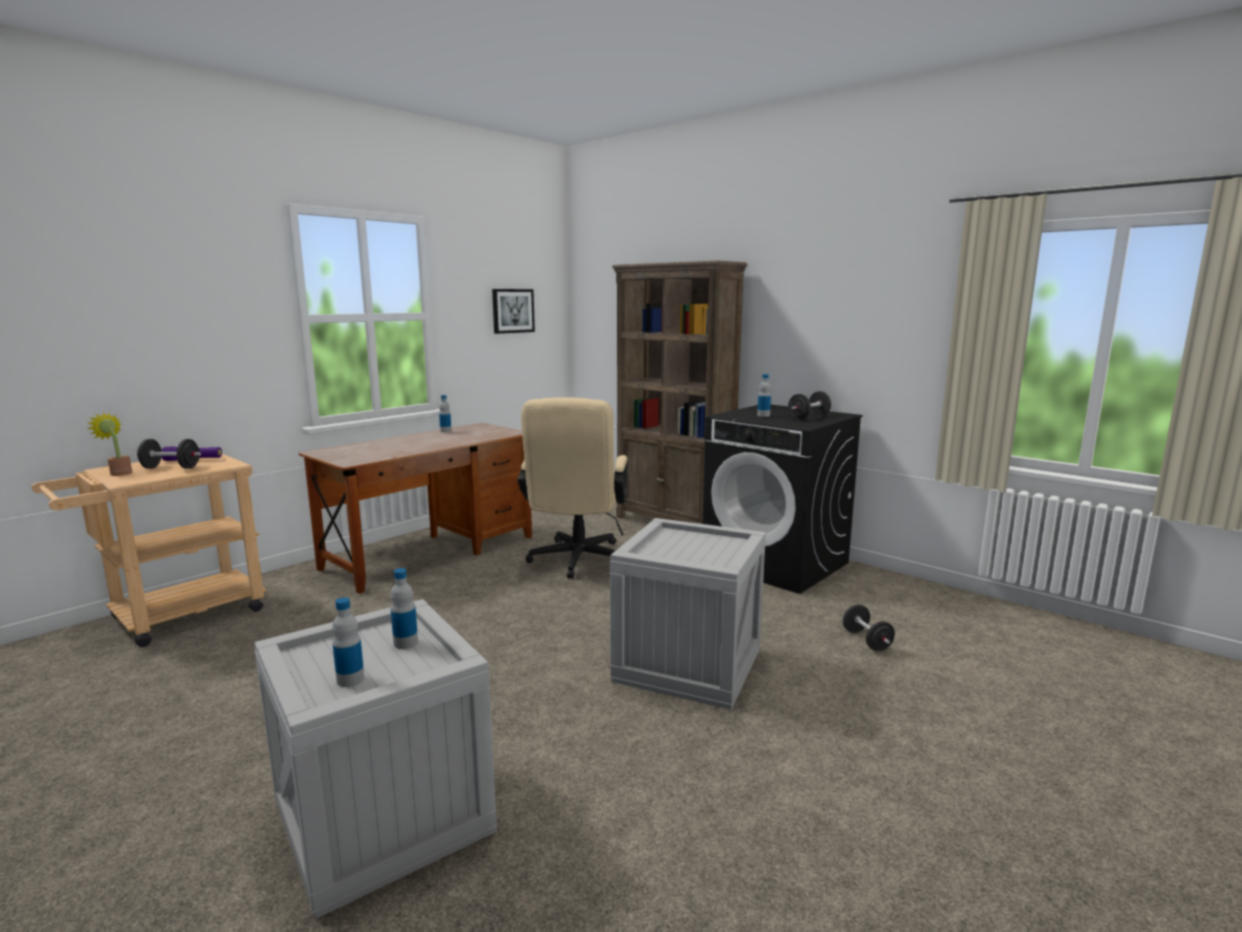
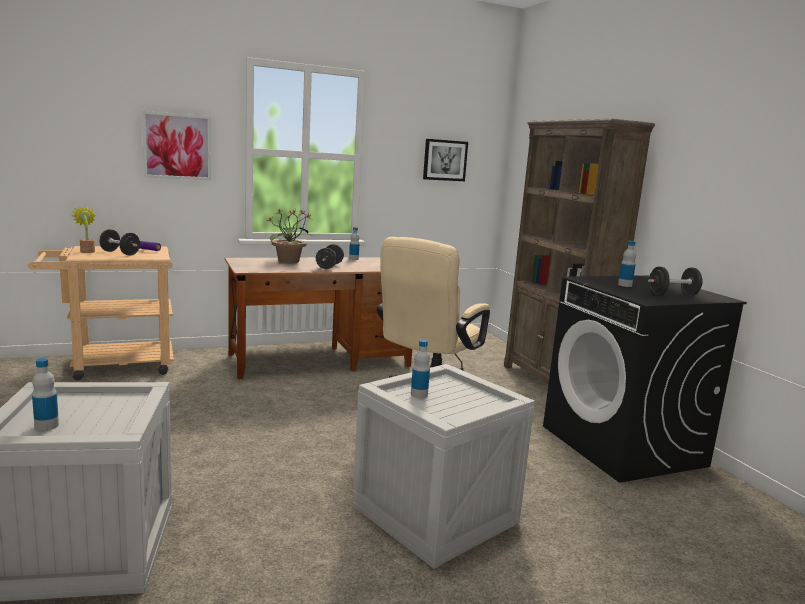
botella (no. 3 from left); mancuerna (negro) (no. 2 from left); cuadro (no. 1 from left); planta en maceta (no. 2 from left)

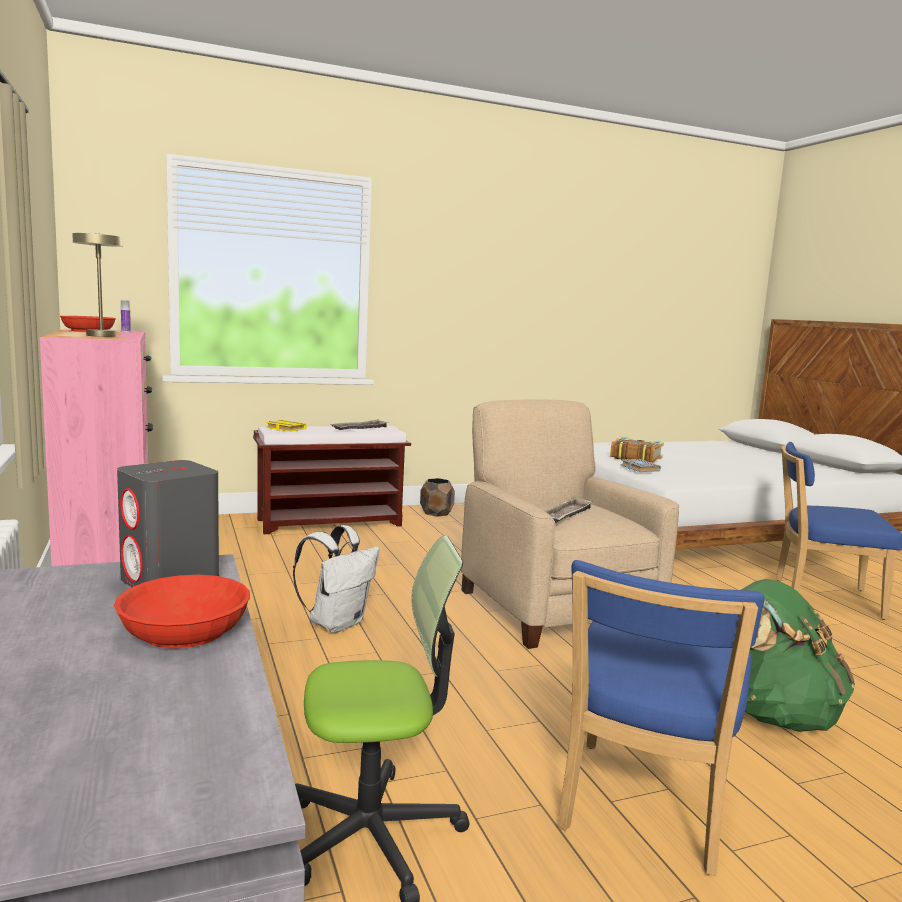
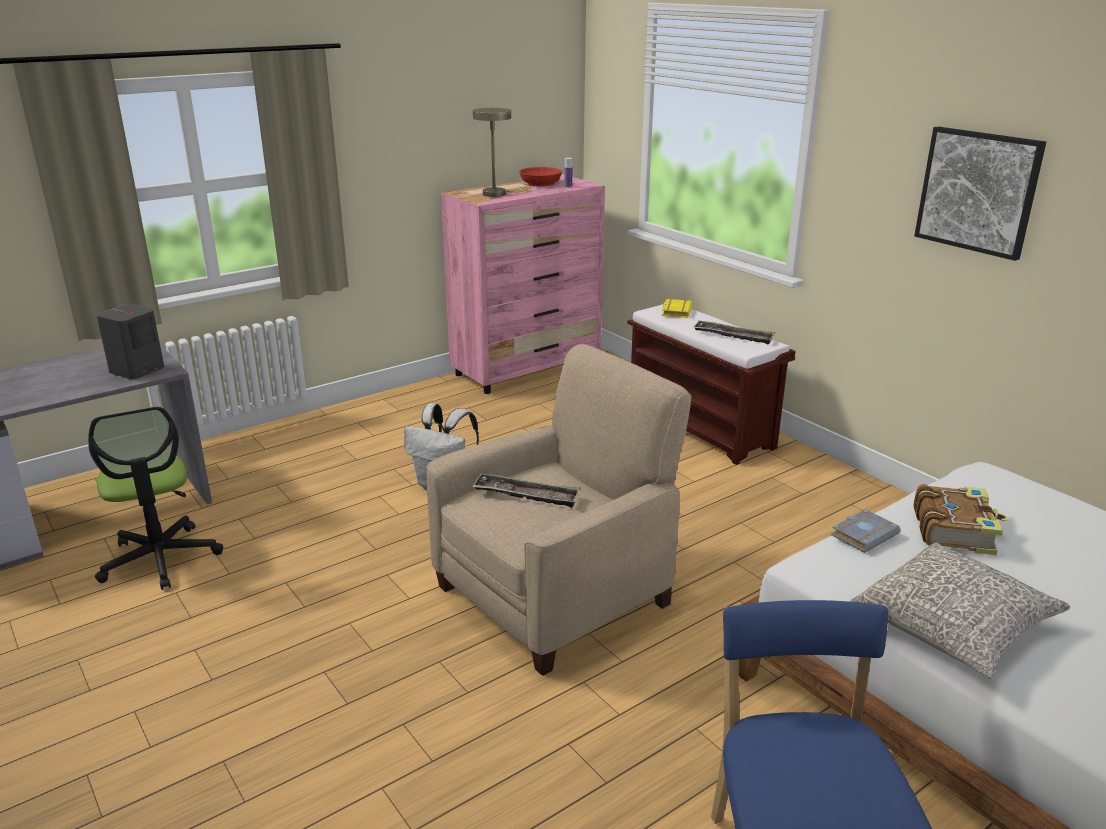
maceta (marrón); silla (azul) (no. 1 from left in the first image); cuenco (rojo) (no. 2 from left in the first image); mochila (verde); cuadro; cojín (gris)

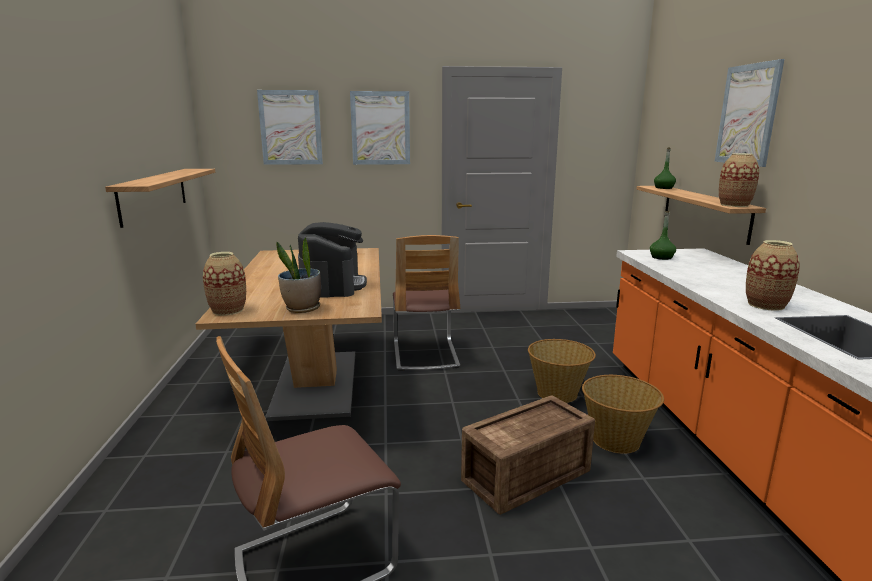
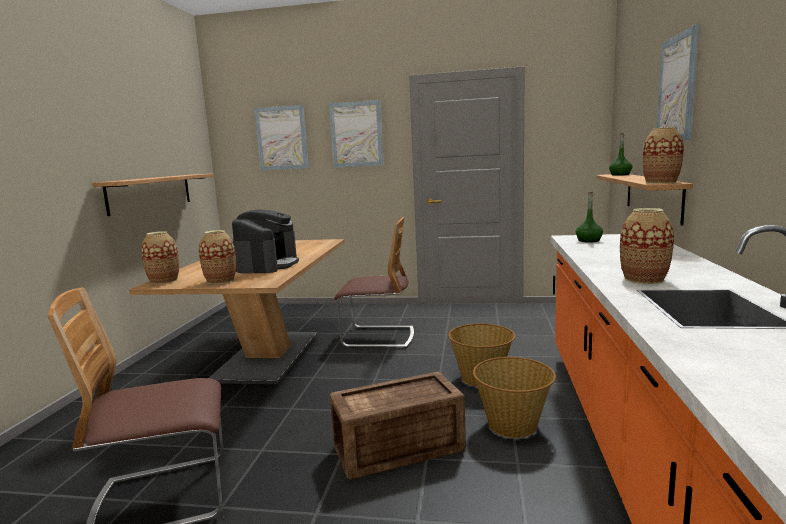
silla (no. 2 from left); florero (no. 2 from left)

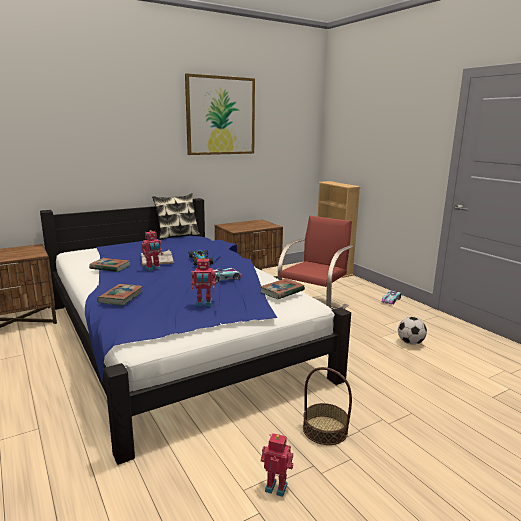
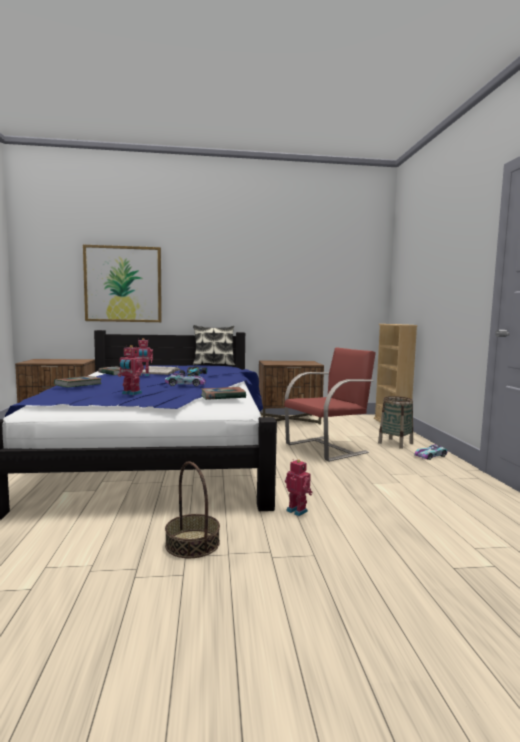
cuadro; balón de fútbol; robot de juguete (no. 3 from left); cesta (no. 2 from left)

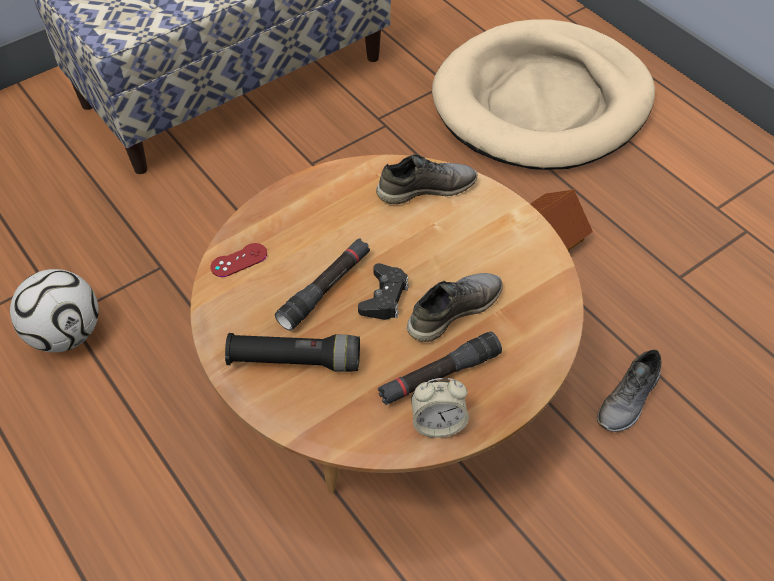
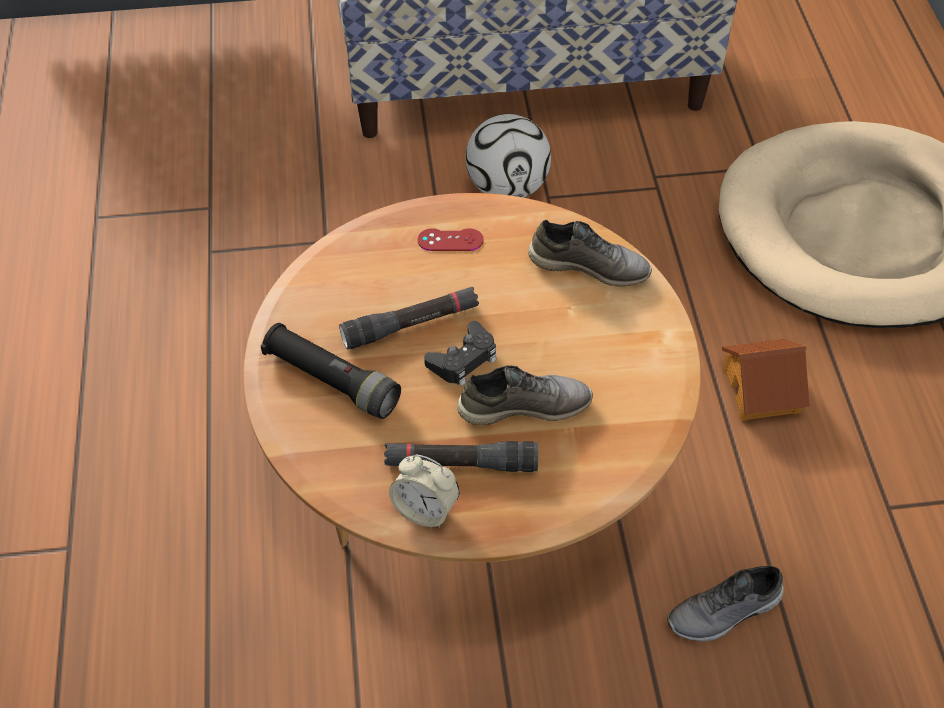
mando de consola (rojo); balón de fútbol

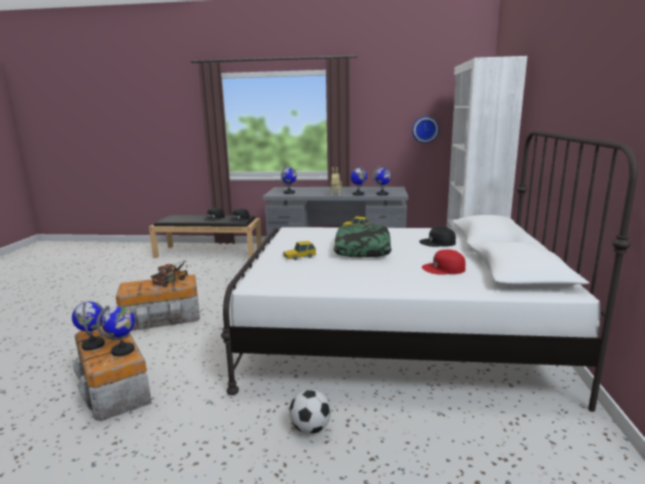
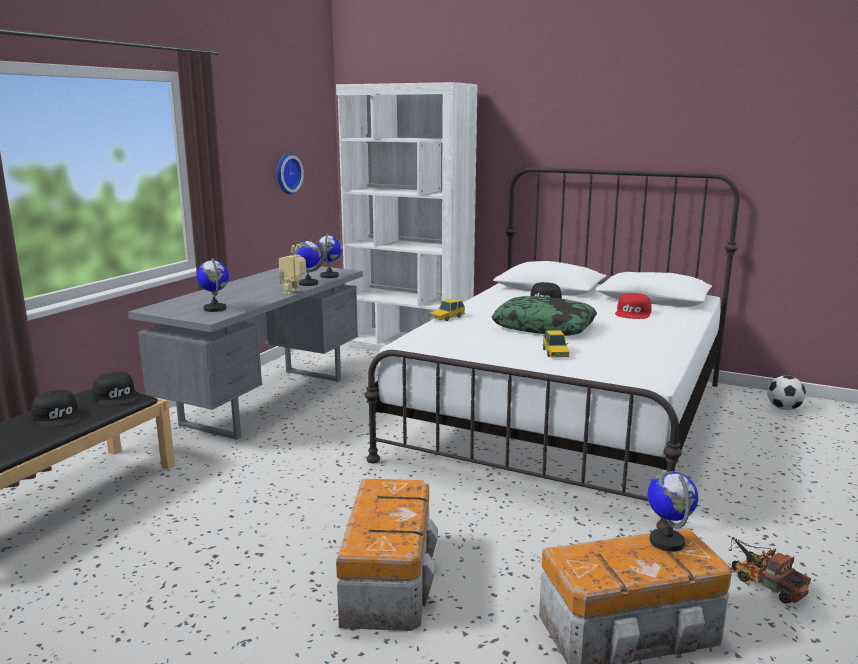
camión de juguete; globo terráqueo (no. 1 from left in the first image); balón de fútbol

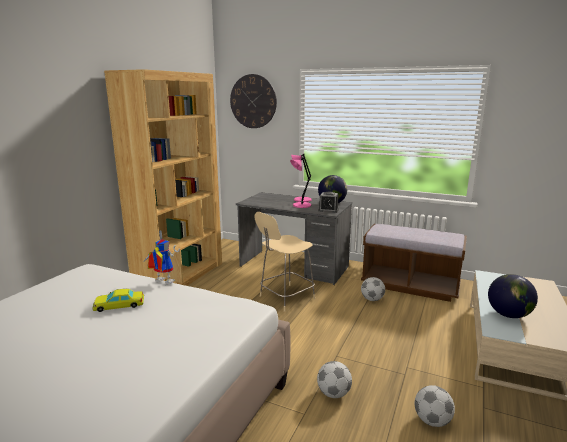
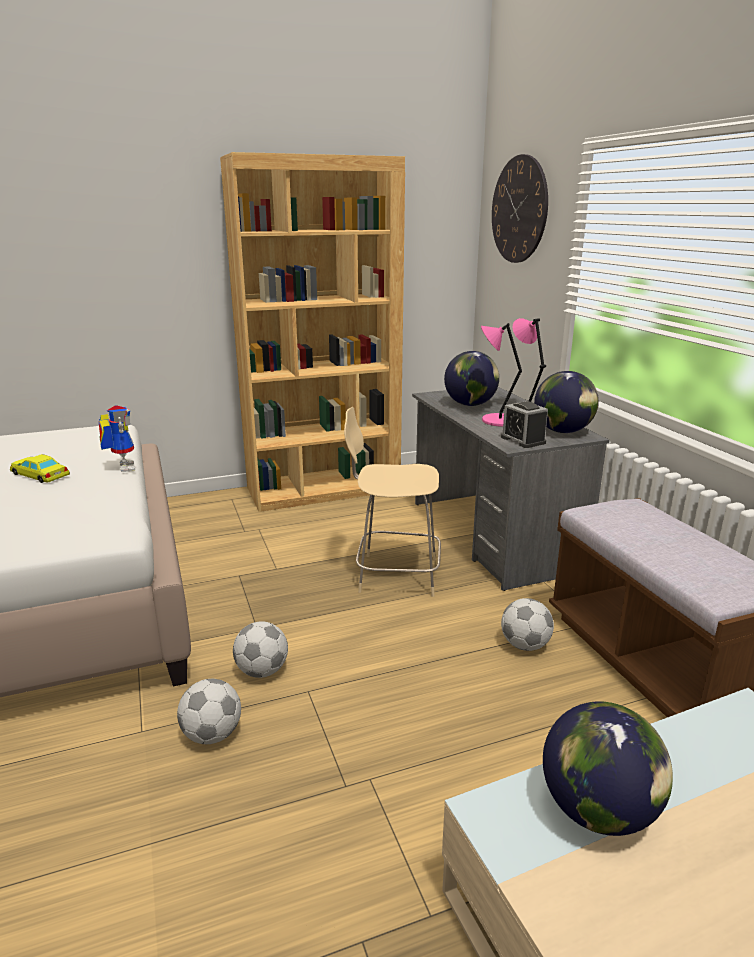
balón de fútbol (no. 2 from left); globo terráqueo (no. 1 from left)

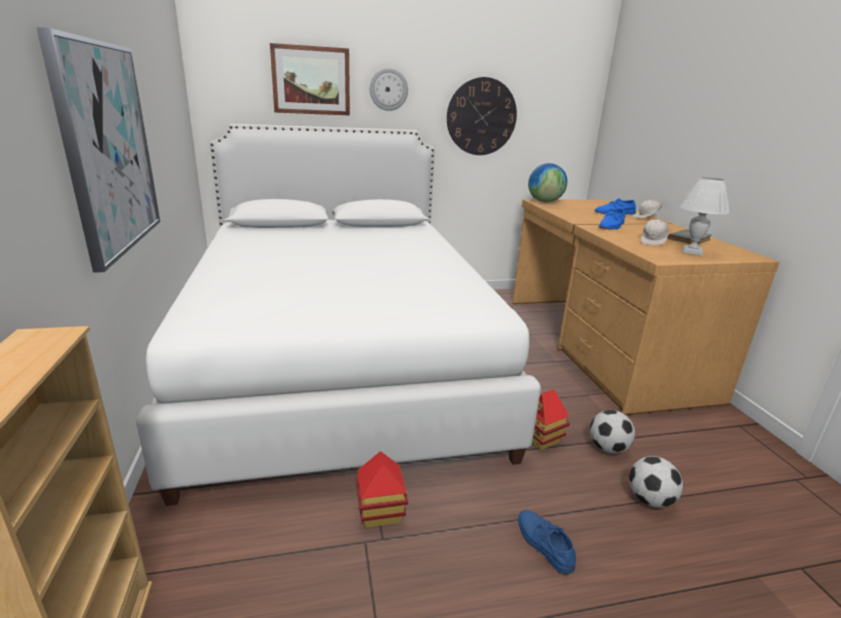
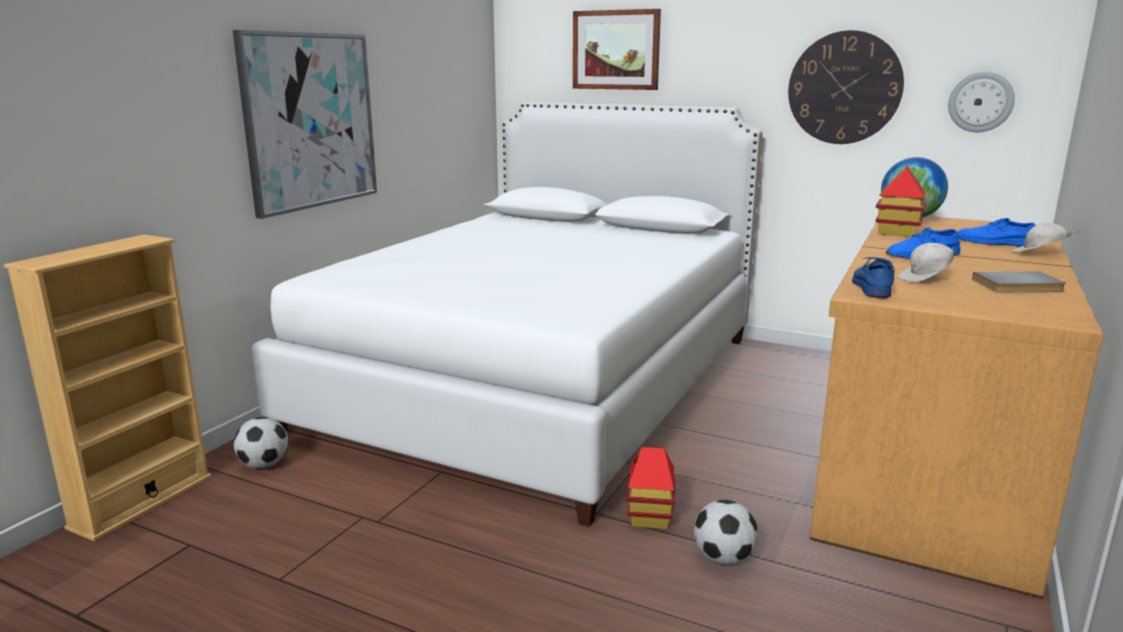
reloj de pared (no. 2 from left); lámpara de mesa (blanco); casita (no. 2 from left); balón de fútbol (no. 1 from left); zapato (azul) (no. 1 from left)

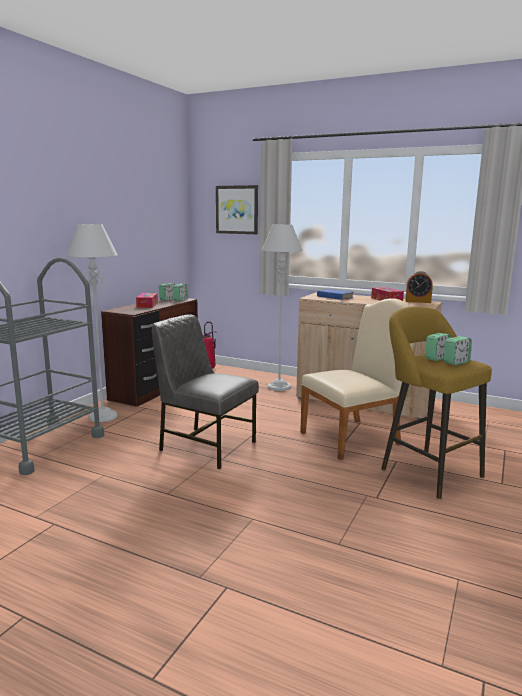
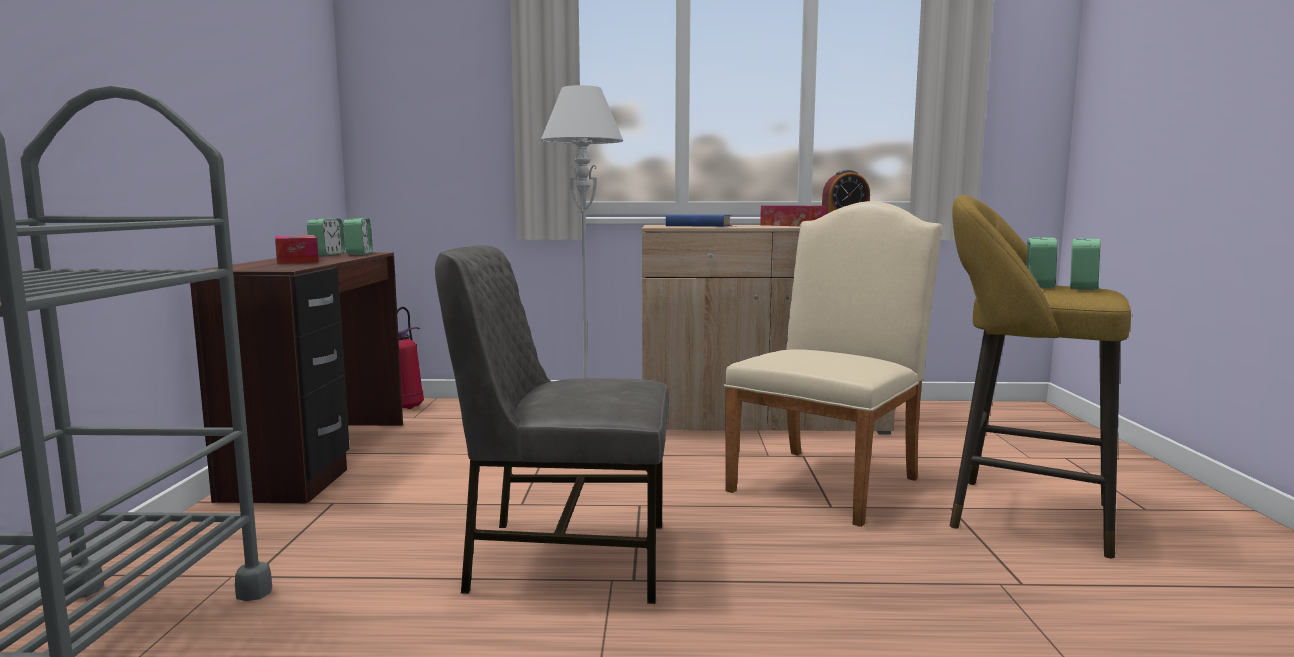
cuadro; lámpara de pie (gris) (no. 1 from left in the first image)

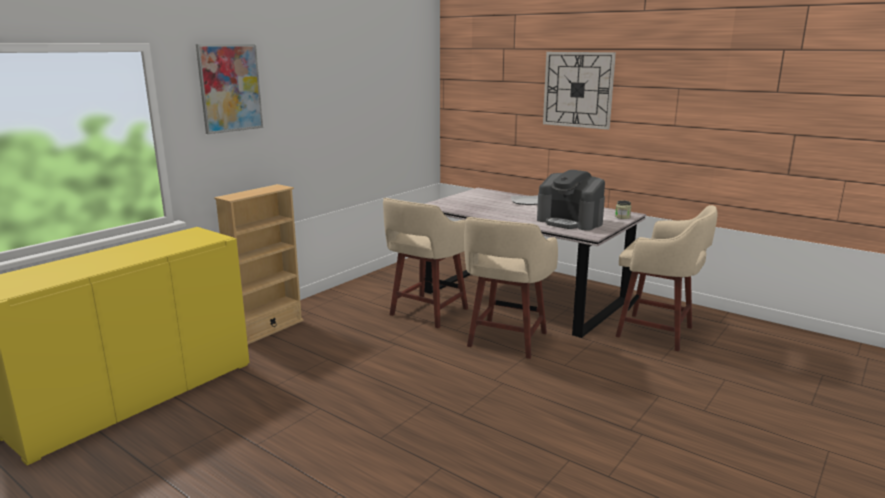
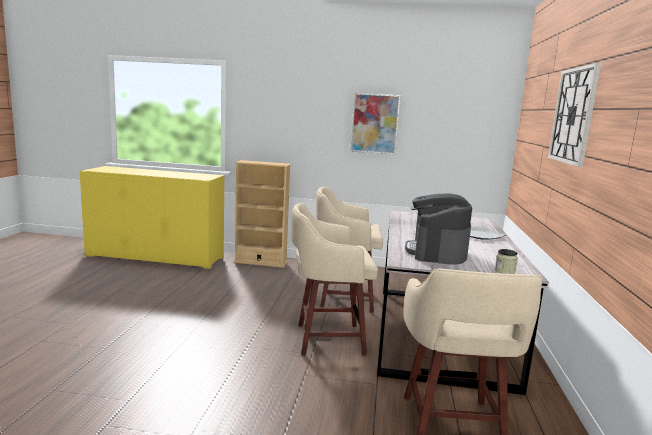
cuadro

